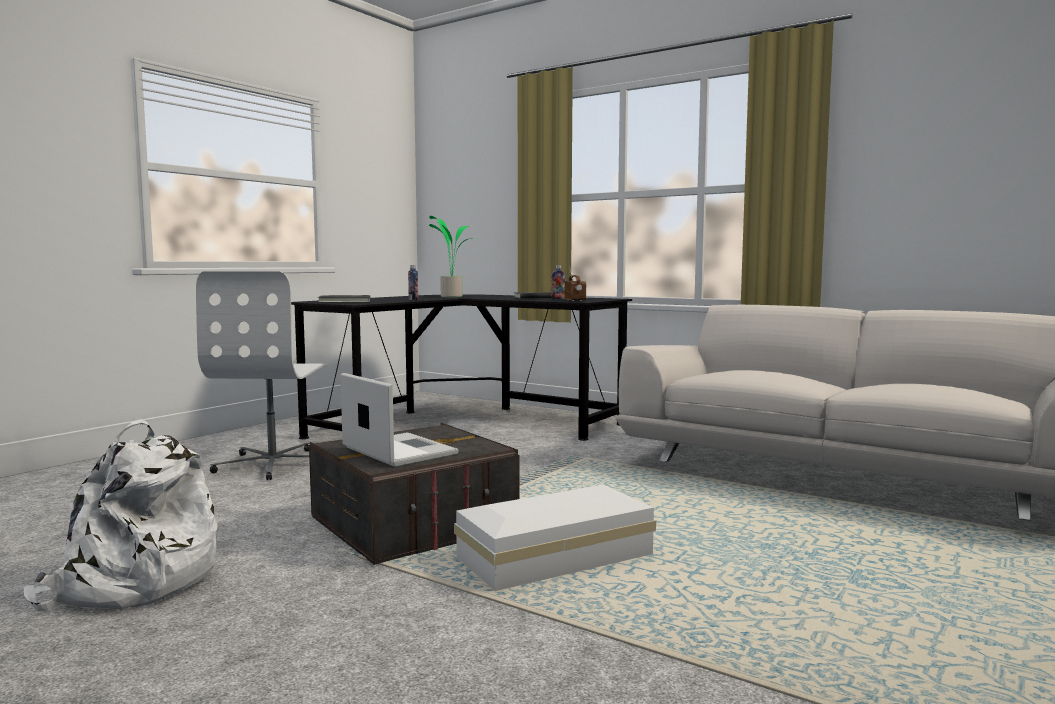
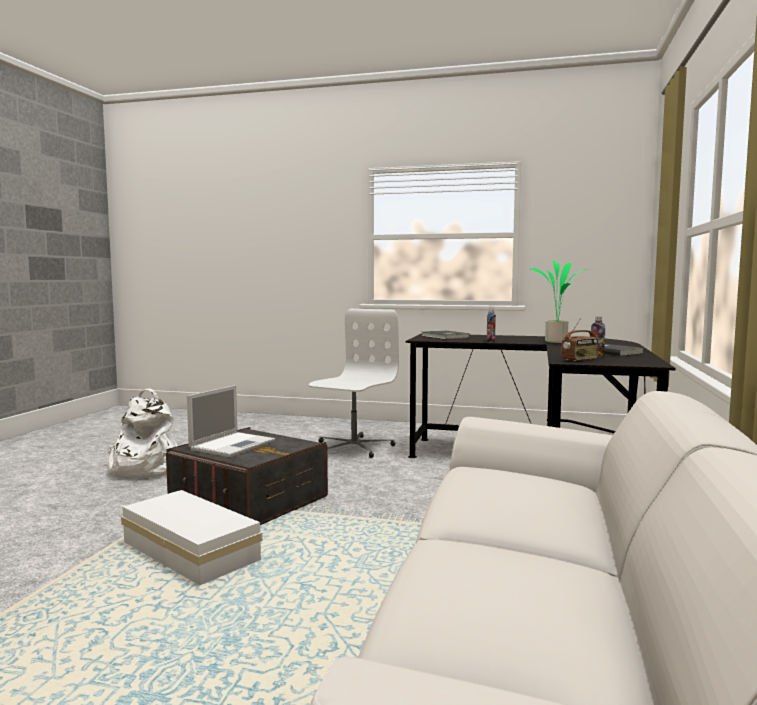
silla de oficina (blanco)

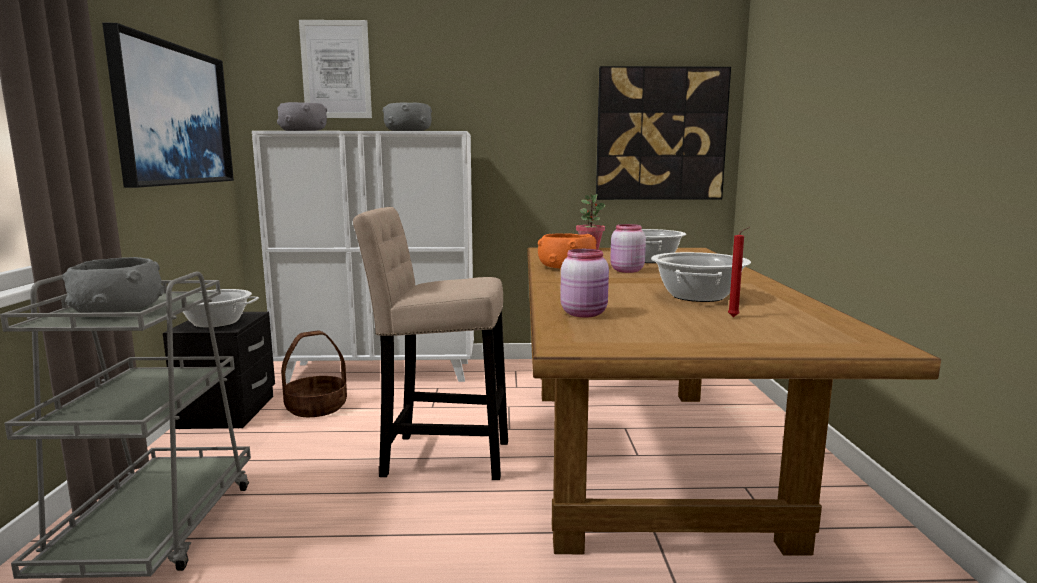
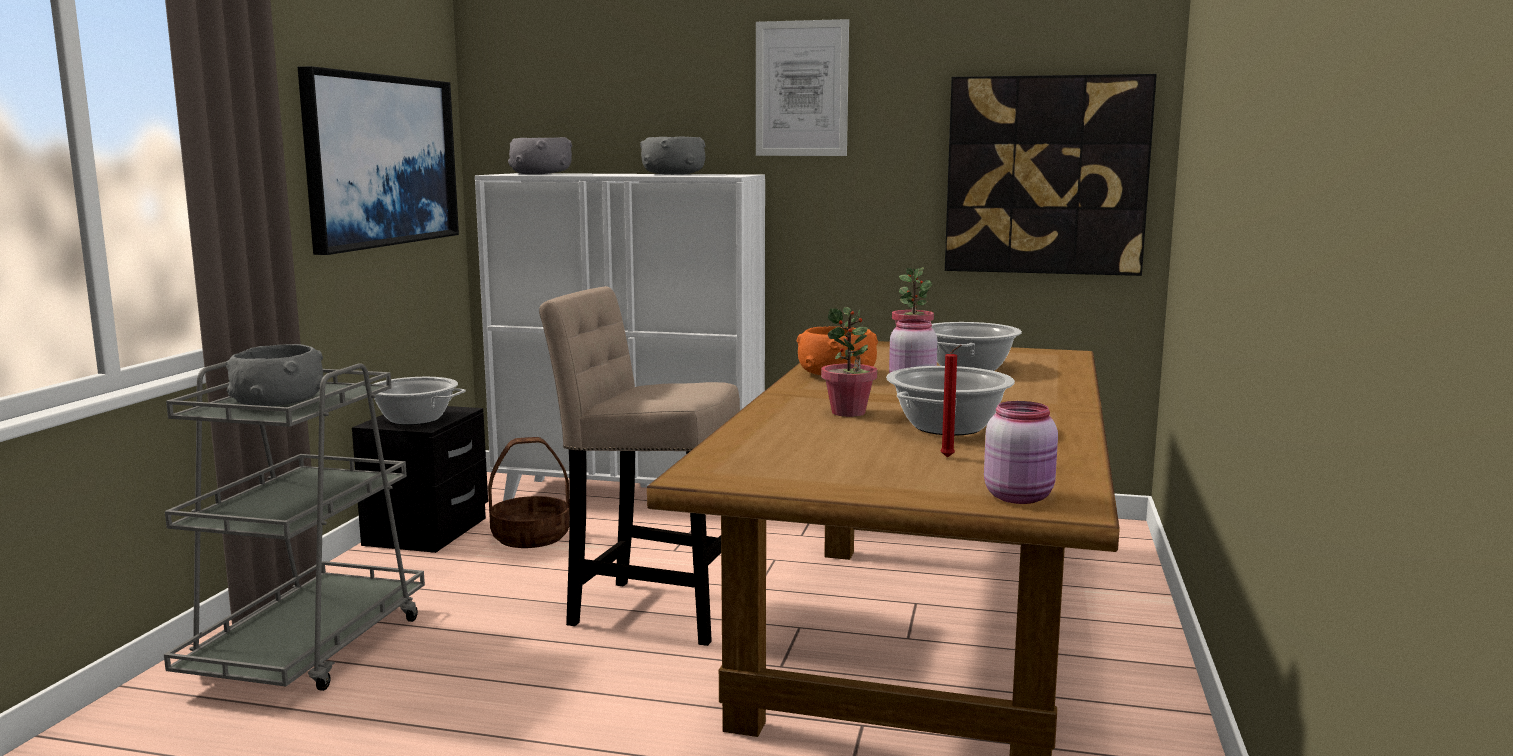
cuadro (no. 2 from left); tarro (rosa) (no. 2 from left); planta en maceta (no. 1 from left)

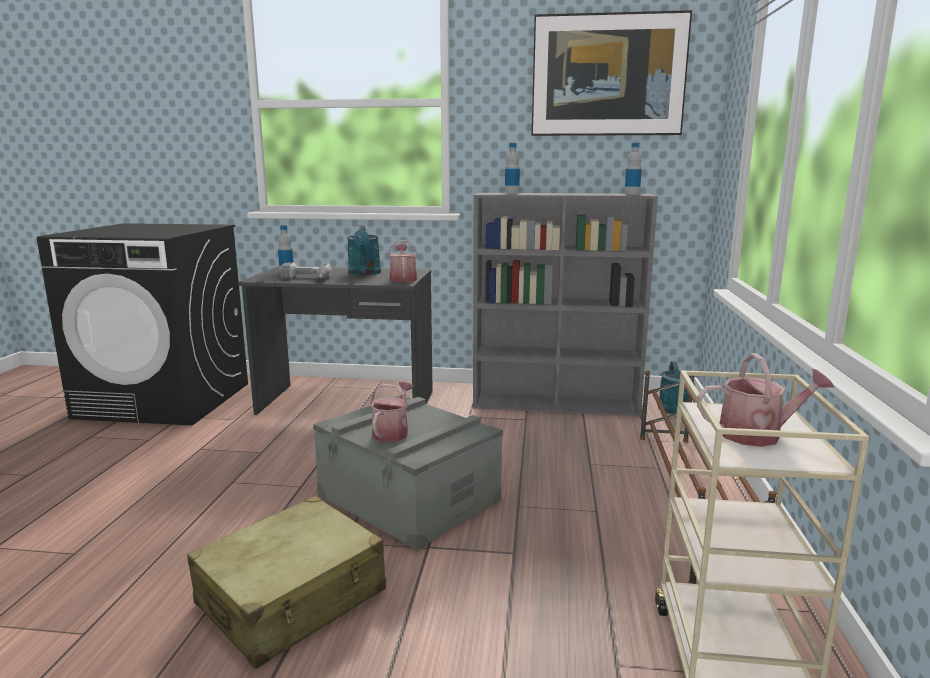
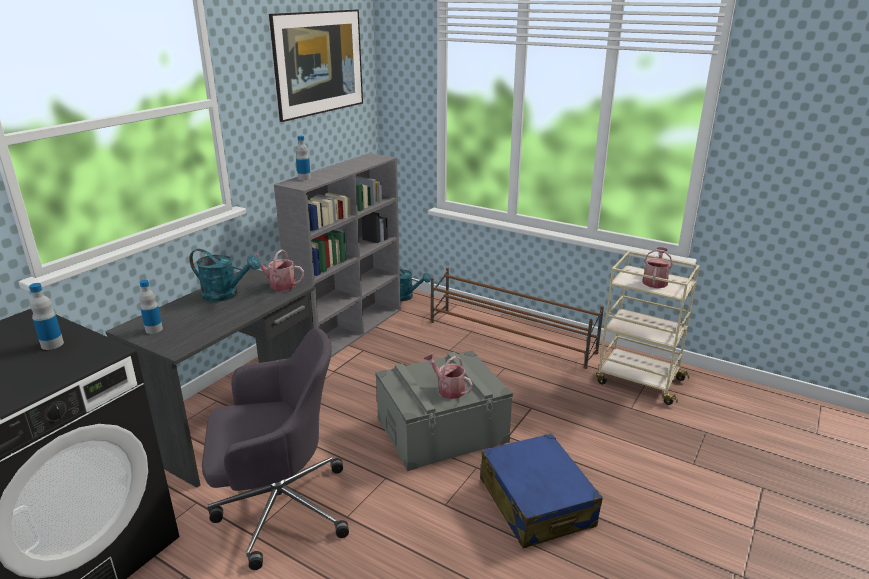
botella (no. 1 from left); taladro; maleta (azul); silla de oficina (gris)

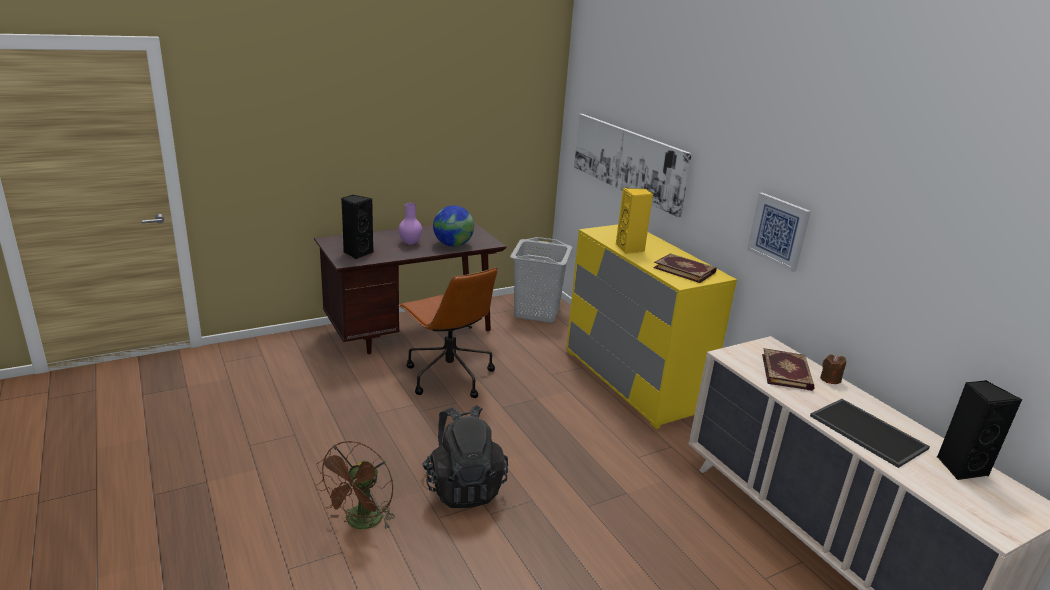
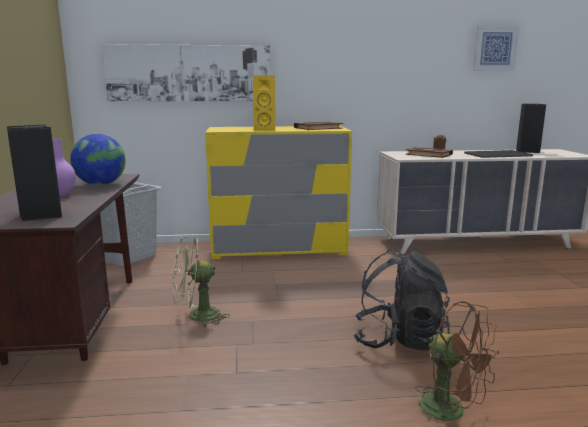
cuadro (no. 2 from left); ventilador (verde)

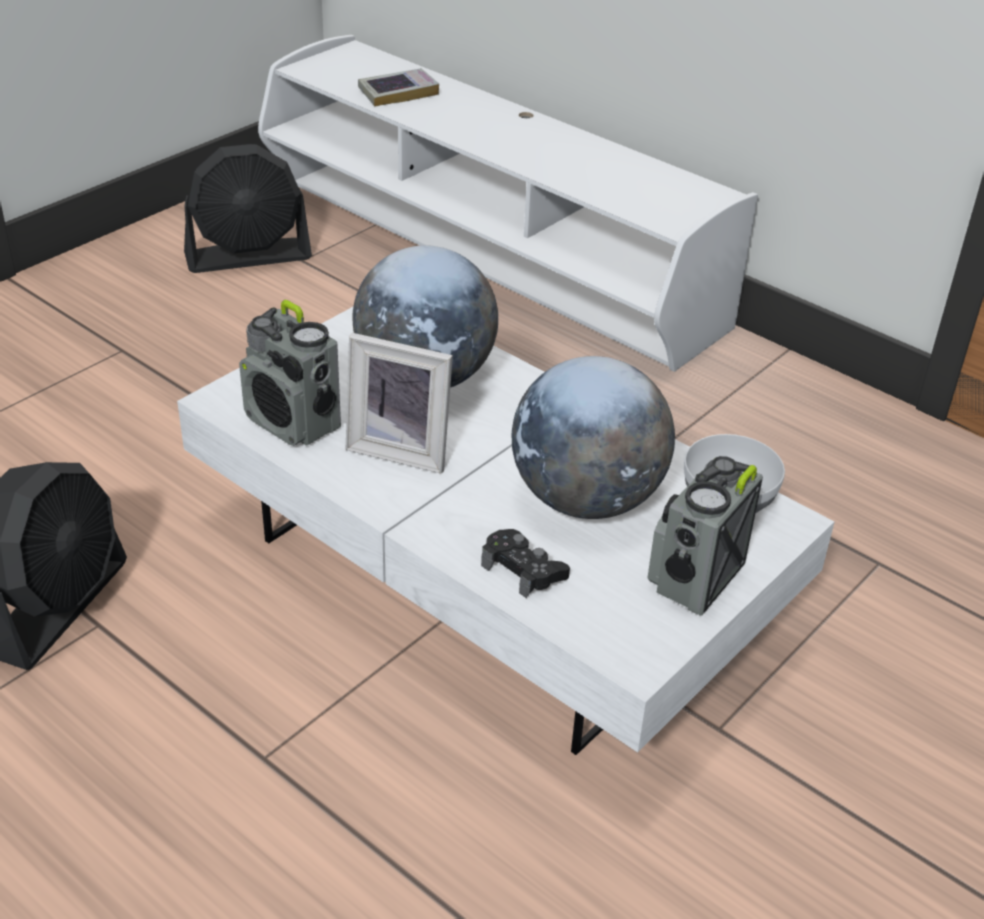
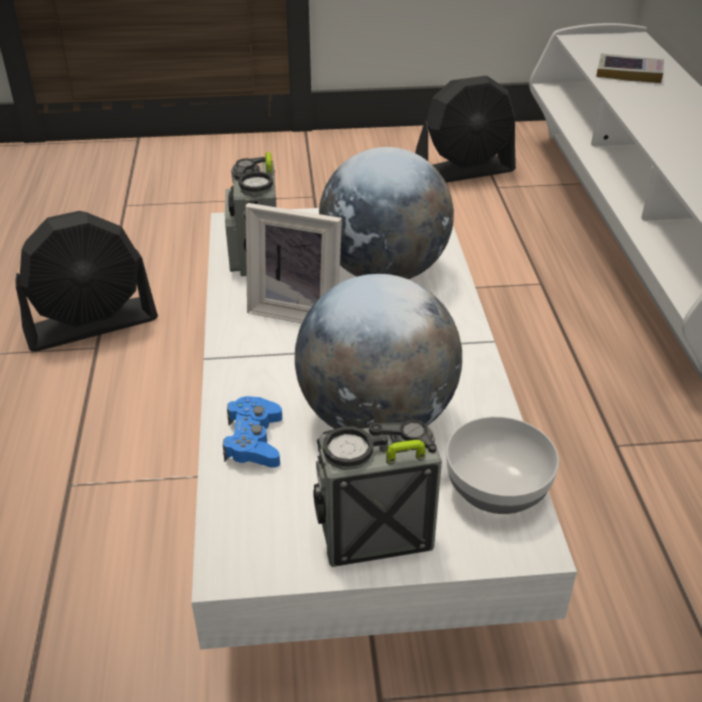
ventilador (negro) (no. 2 from left); portarretratos; mando de consola (azul)

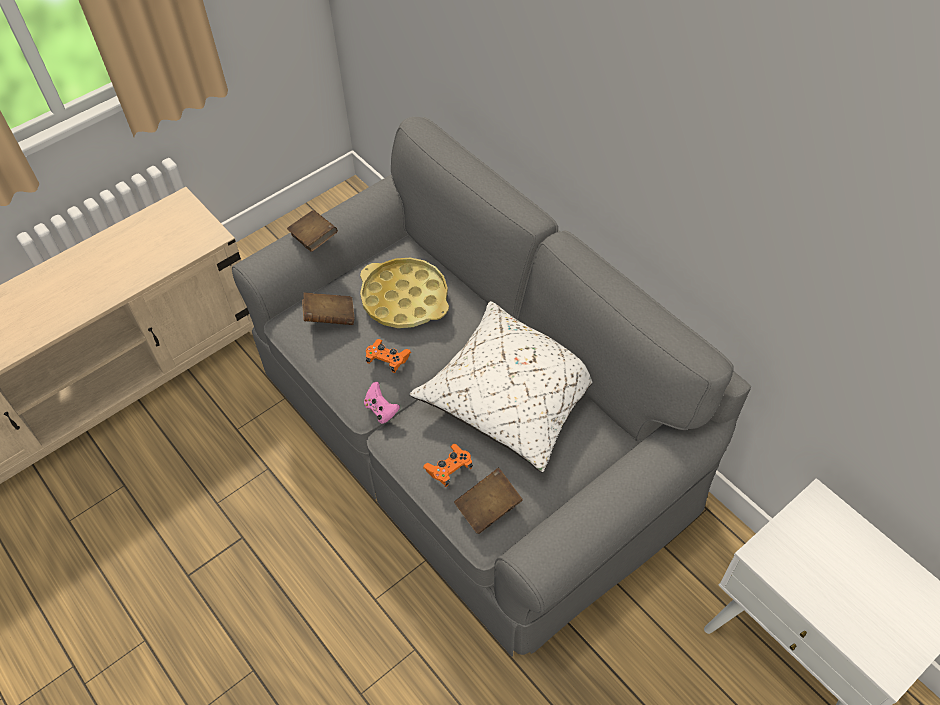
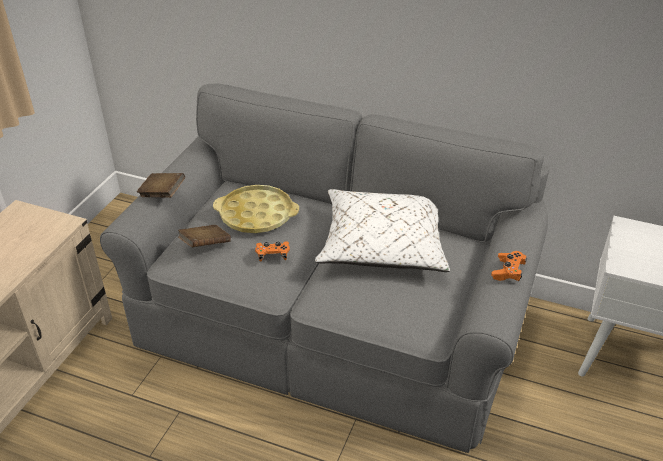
mando de consola (rosa); mando de consola (naranja) (no. 2 from left); libro (marrón) (no. 3 from left in the first image)

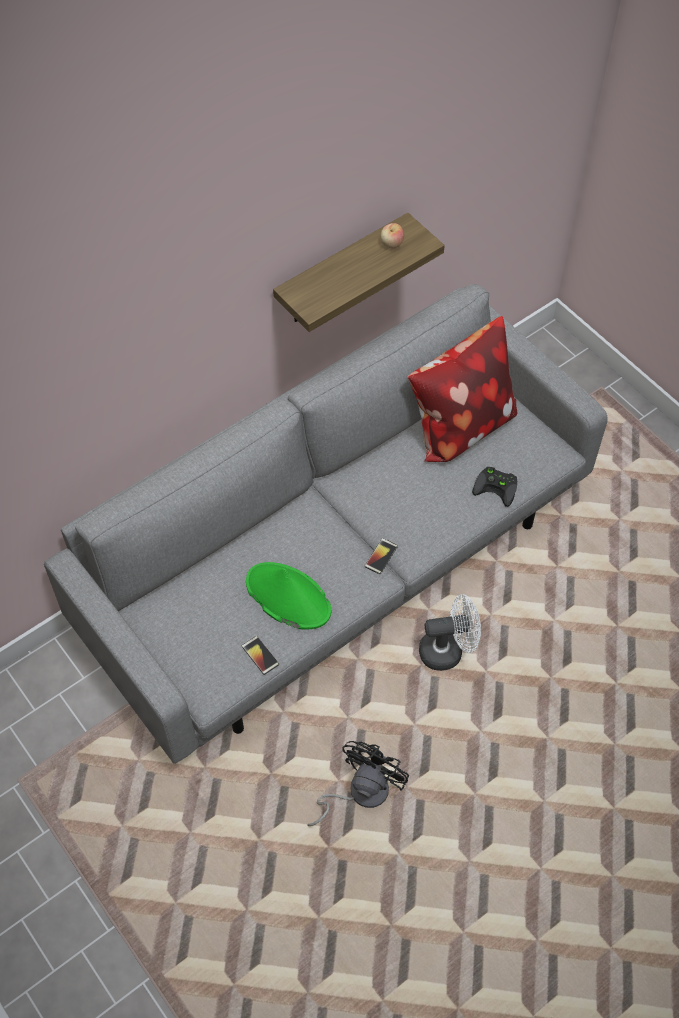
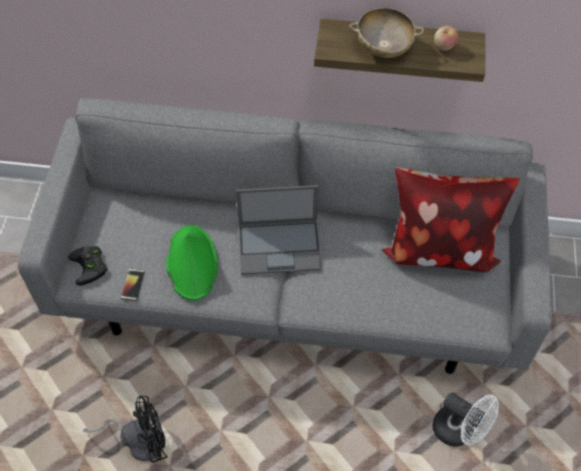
mando de consola (negro); móvil (no. 2 from left in the first image); ventilador (blanco); cuenco (beis); portátil

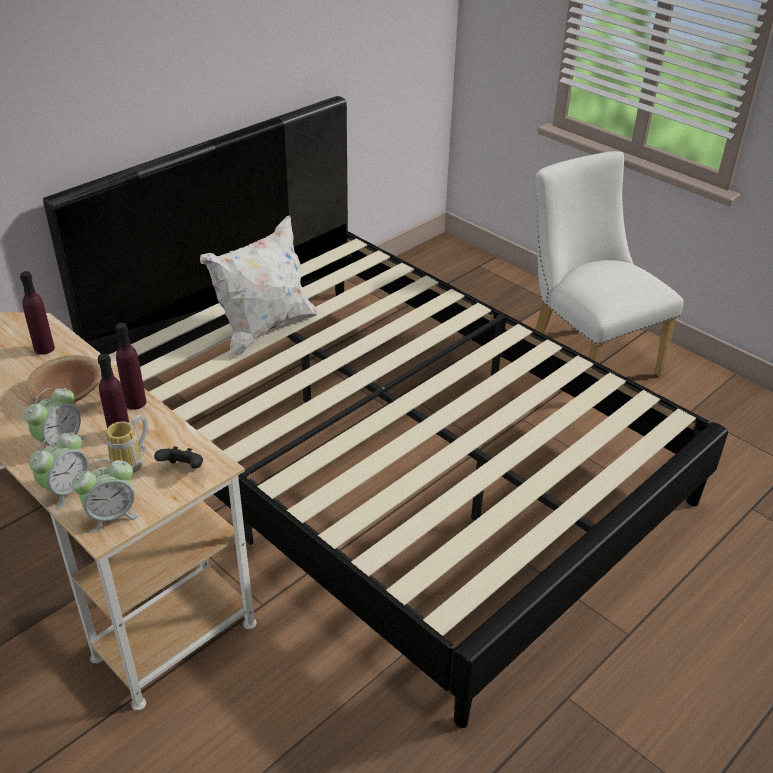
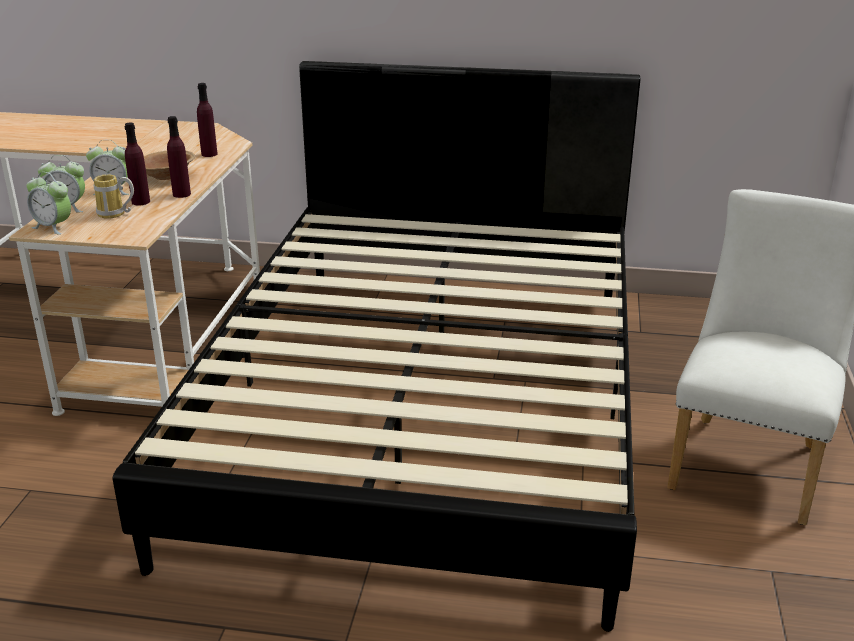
cojín (blanco); mando de consola (negro)

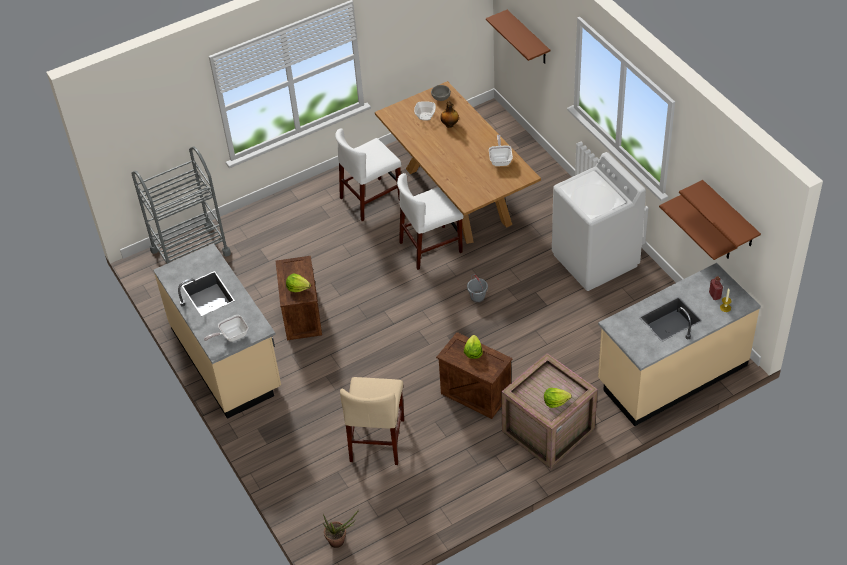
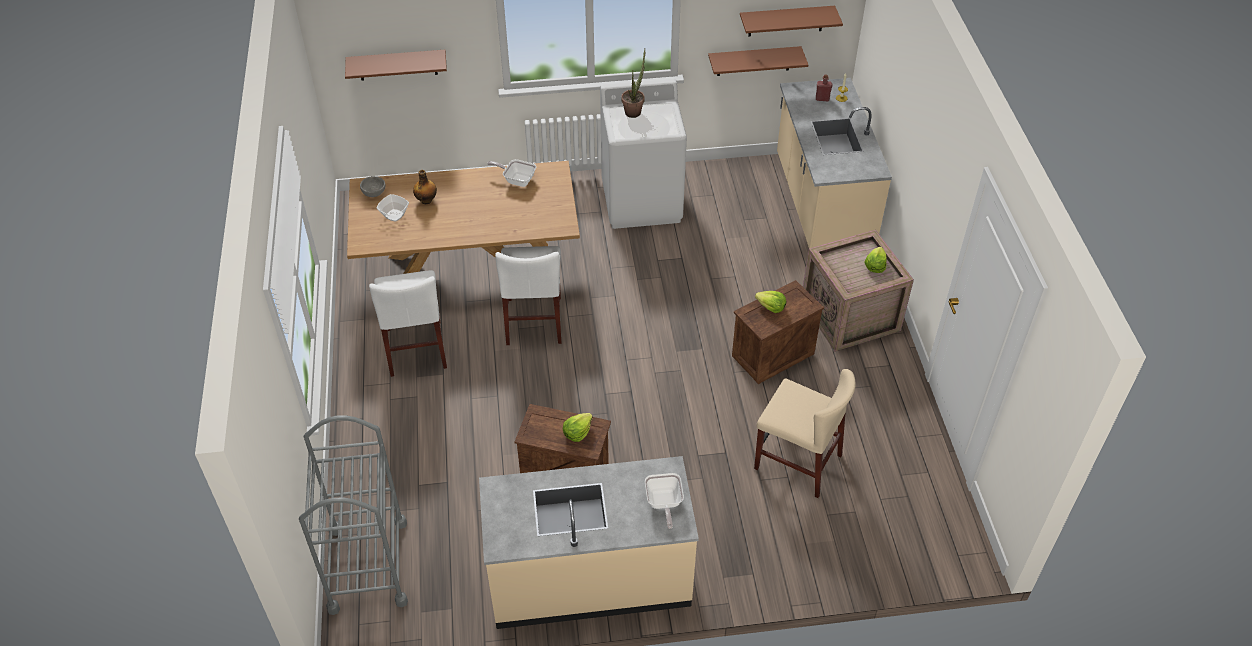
cubo (gris); planta en maceta

